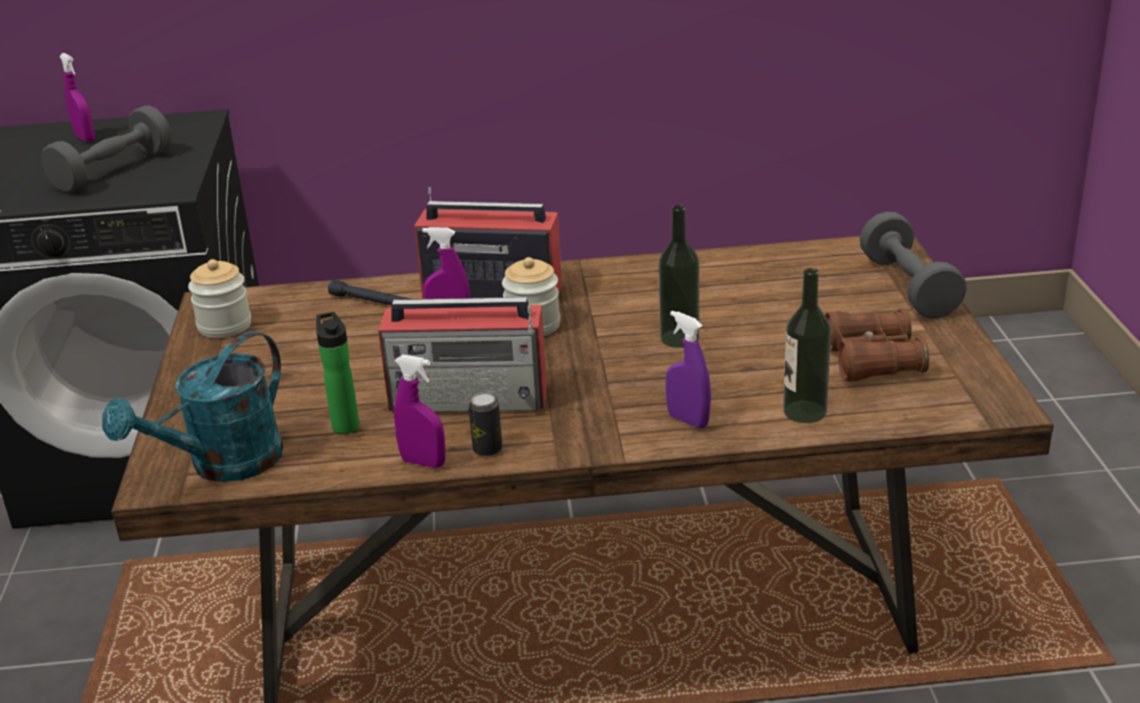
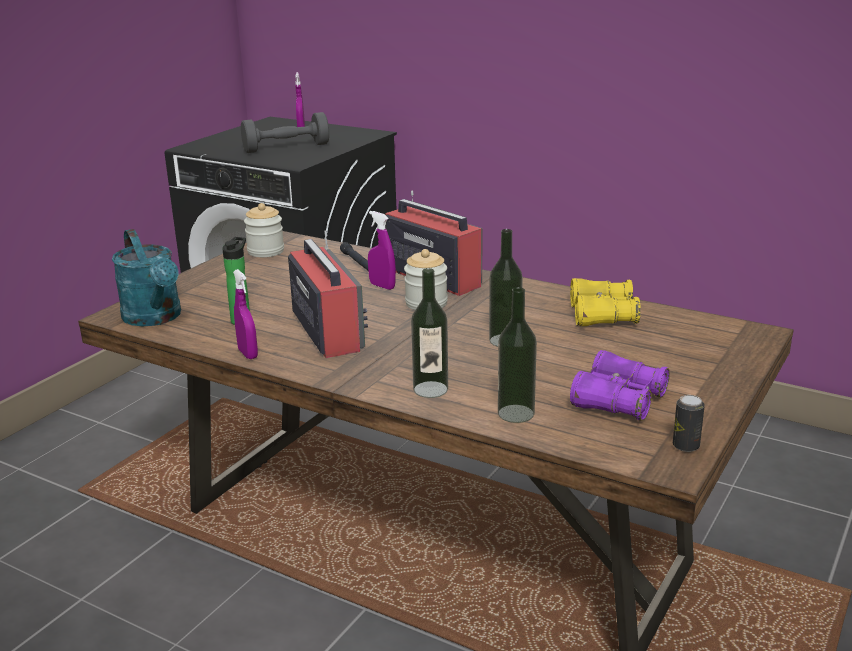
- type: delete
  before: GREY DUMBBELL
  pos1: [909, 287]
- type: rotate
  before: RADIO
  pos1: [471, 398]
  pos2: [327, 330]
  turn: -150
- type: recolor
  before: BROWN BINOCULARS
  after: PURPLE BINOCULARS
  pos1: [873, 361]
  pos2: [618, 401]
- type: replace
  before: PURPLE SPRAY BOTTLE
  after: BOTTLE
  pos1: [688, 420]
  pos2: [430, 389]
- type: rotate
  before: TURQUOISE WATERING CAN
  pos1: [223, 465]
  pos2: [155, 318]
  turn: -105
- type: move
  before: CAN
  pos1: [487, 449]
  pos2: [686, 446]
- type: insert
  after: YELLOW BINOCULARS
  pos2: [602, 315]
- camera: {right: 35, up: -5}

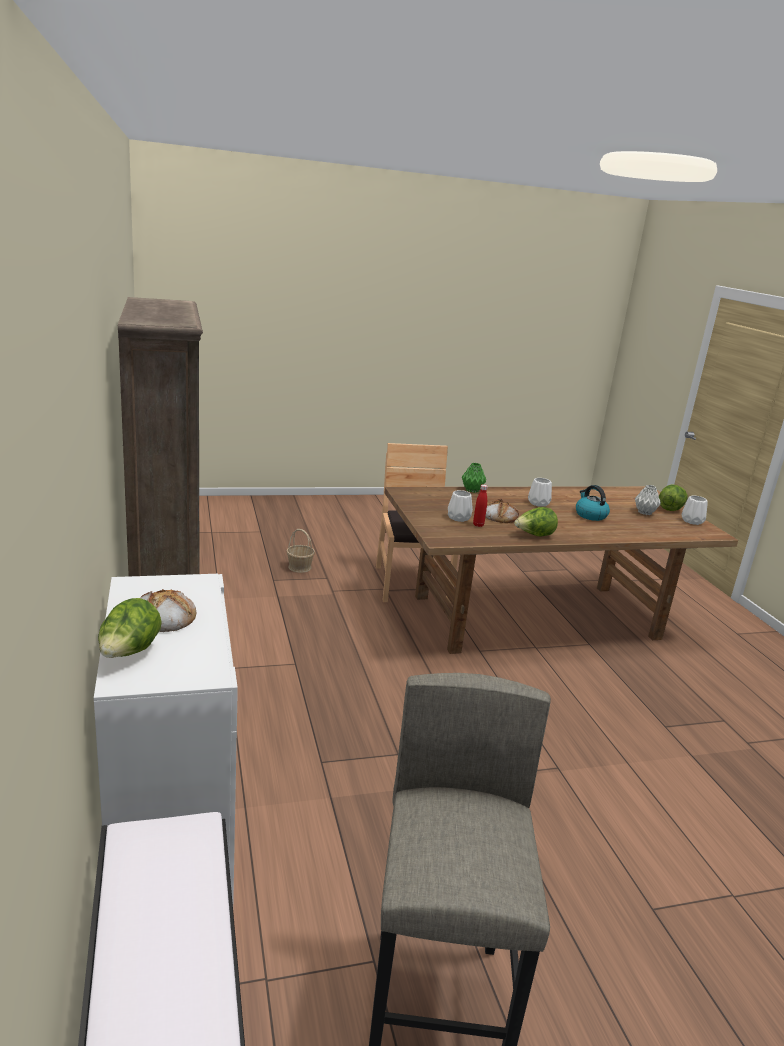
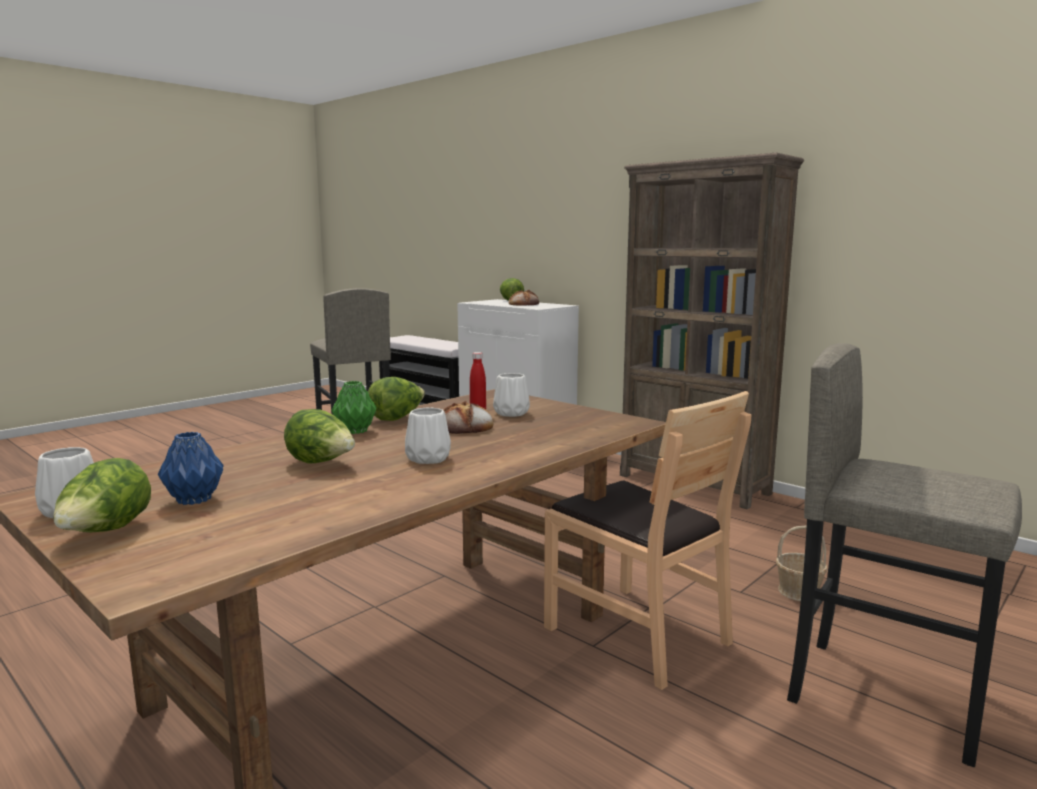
- type: move
  before: GREEN VASE
  pos1: [472, 490]
  pos2: [355, 431]
- type: replace
  before: KETTLE
  after: LETTUCE
  pos1: [590, 515]
  pos2: [321, 463]
- type: recolor
  before: GREY VASE
  after: BLUE VASE
  pos1: [645, 513]
  pos2: [193, 500]
- type: insert
  after: GREY STOOL
  pos2: [885, 696]
- camera: {right: 150, up: -10}

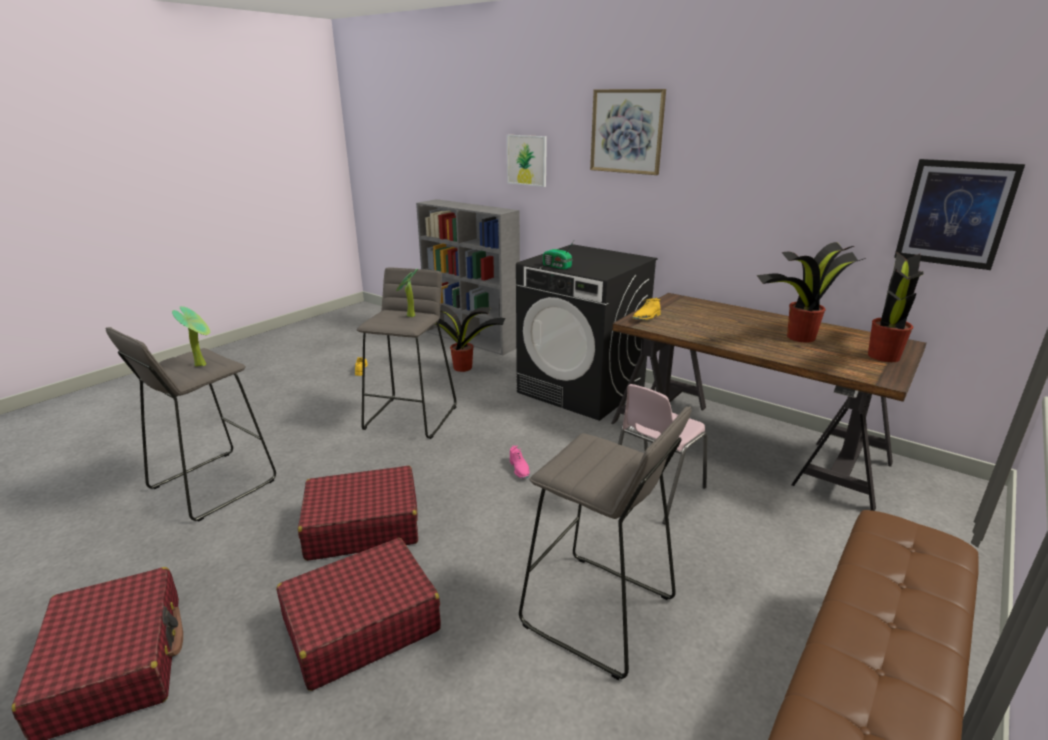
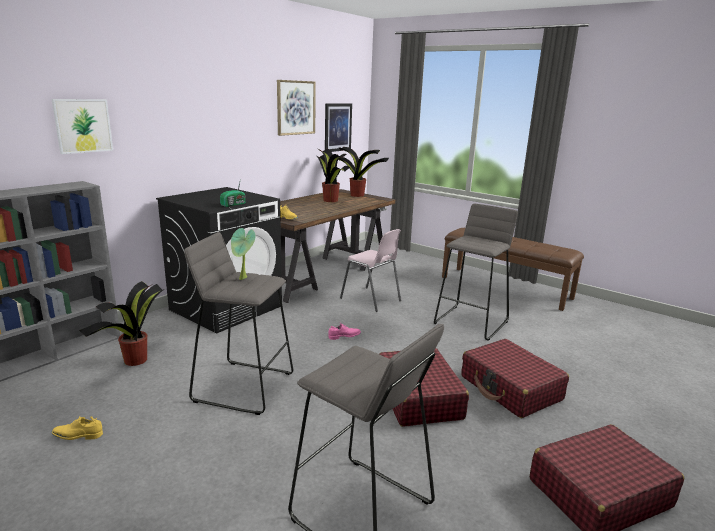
- type: move
  before: PICTURE
  pos1: [627, 131]
  pos2: [295, 107]
- type: delete
  before: POTTED PLANT
  pos1: [202, 364]
- camera: {right: -90, up: -5}

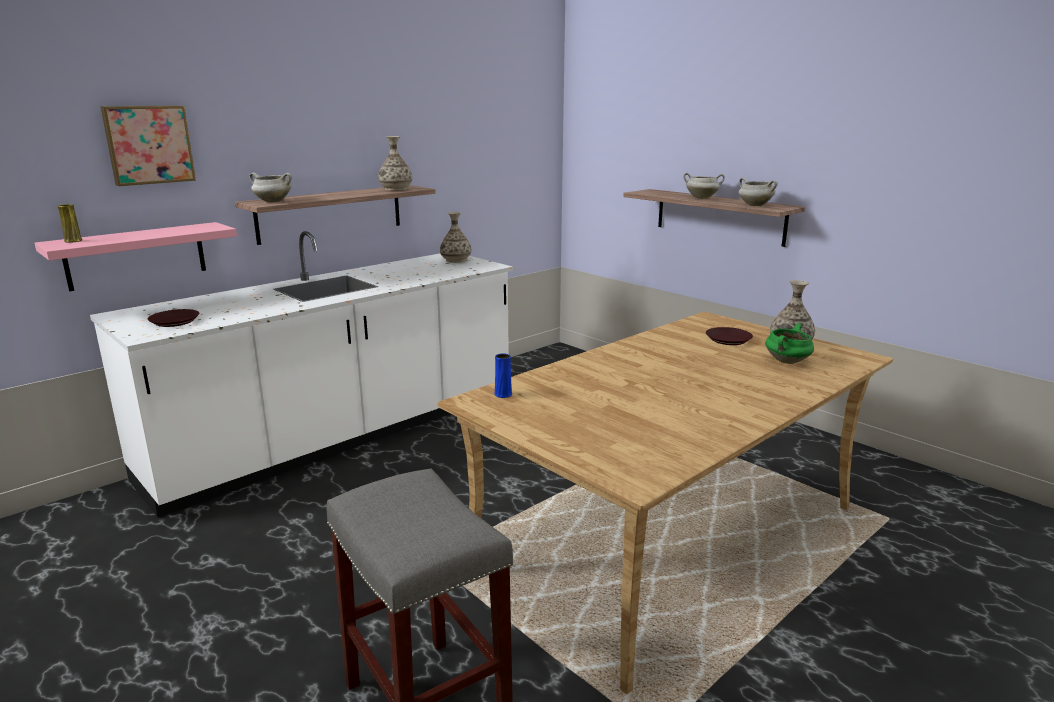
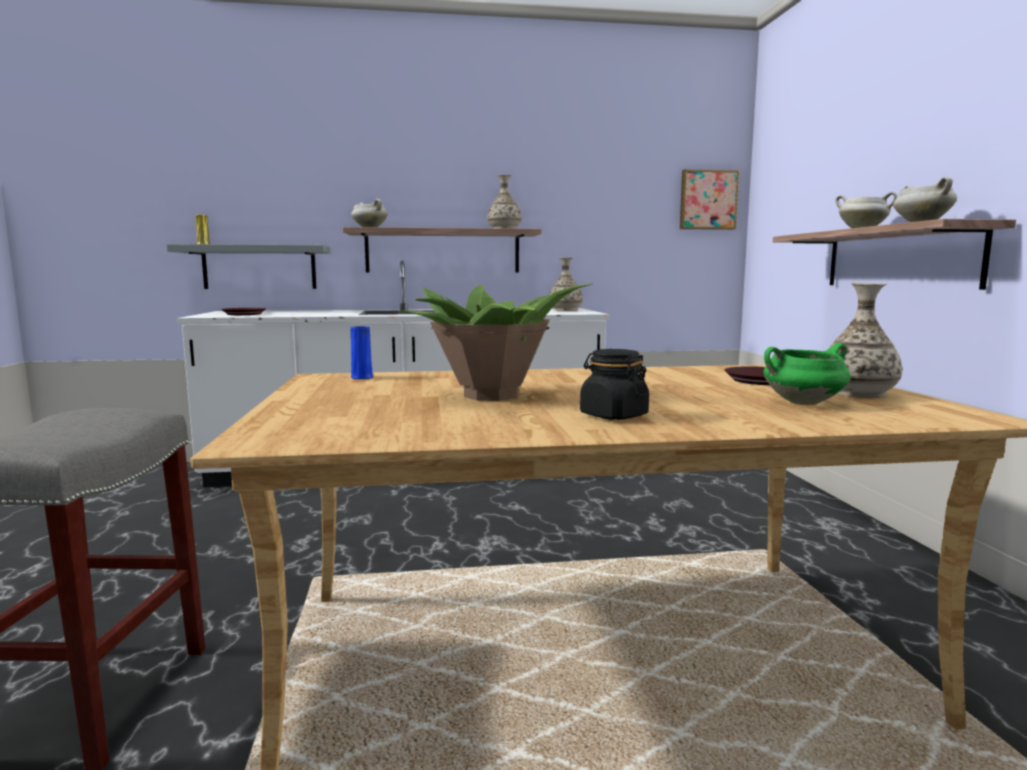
- type: move
  before: PICTURE
  pos1: [148, 144]
  pos2: [707, 200]
- type: recolor
  before: PINK SHELF
  after: GREY SHELF
  pos1: [136, 256]
  pos2: [259, 267]
- type: insert
  after: POTTED PLANT
  pos2: [492, 396]
- type: insert
  after: BLACK JAR
  pos2: [613, 415]
- camera: {right: 35, up: -10}

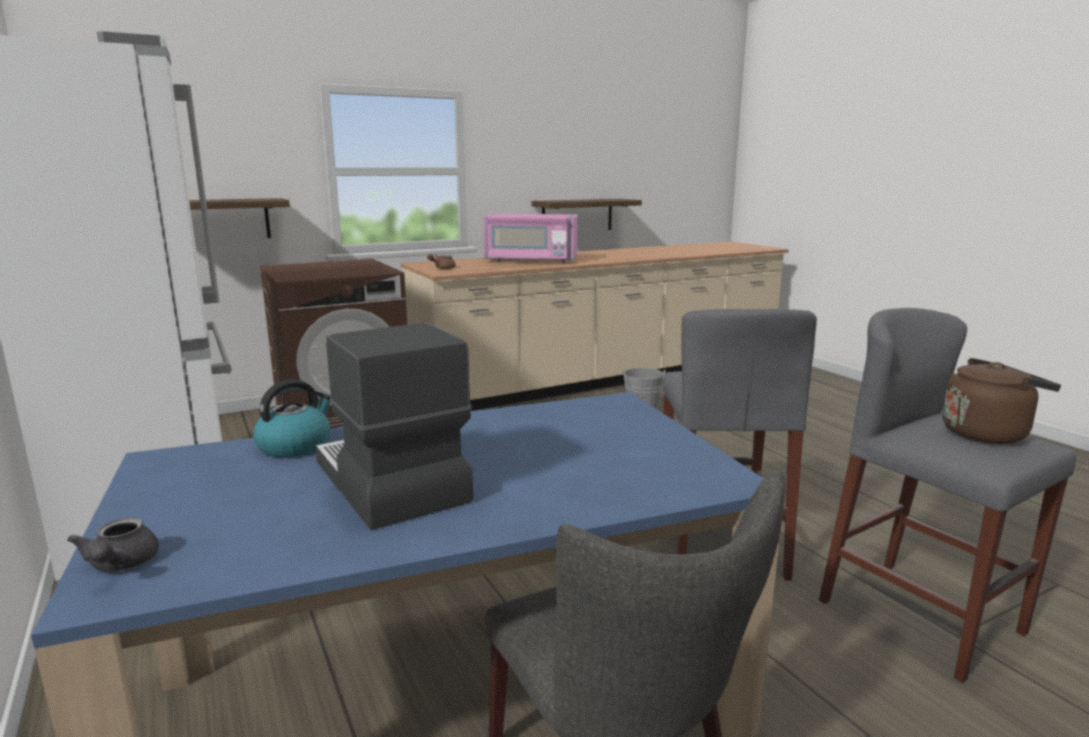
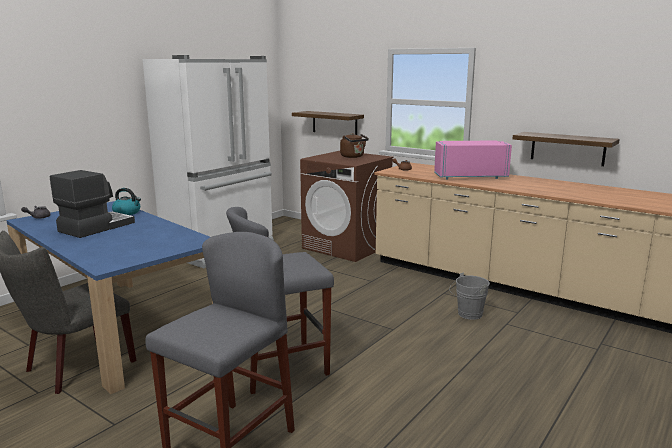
- type: rotate
  before: PINK MICROWAVE
  pos1: [530, 260]
  pos2: [470, 176]
  turn: 105
- type: move
  before: BROWN KETTLE
  pos1: [987, 433]
  pos2: [353, 157]
- camera: {right: 65, up: 0}

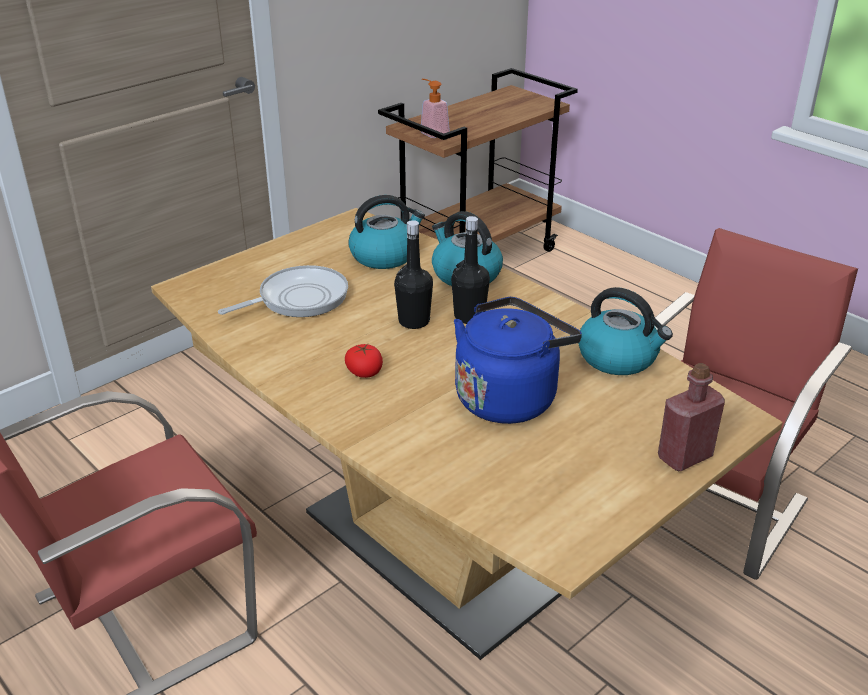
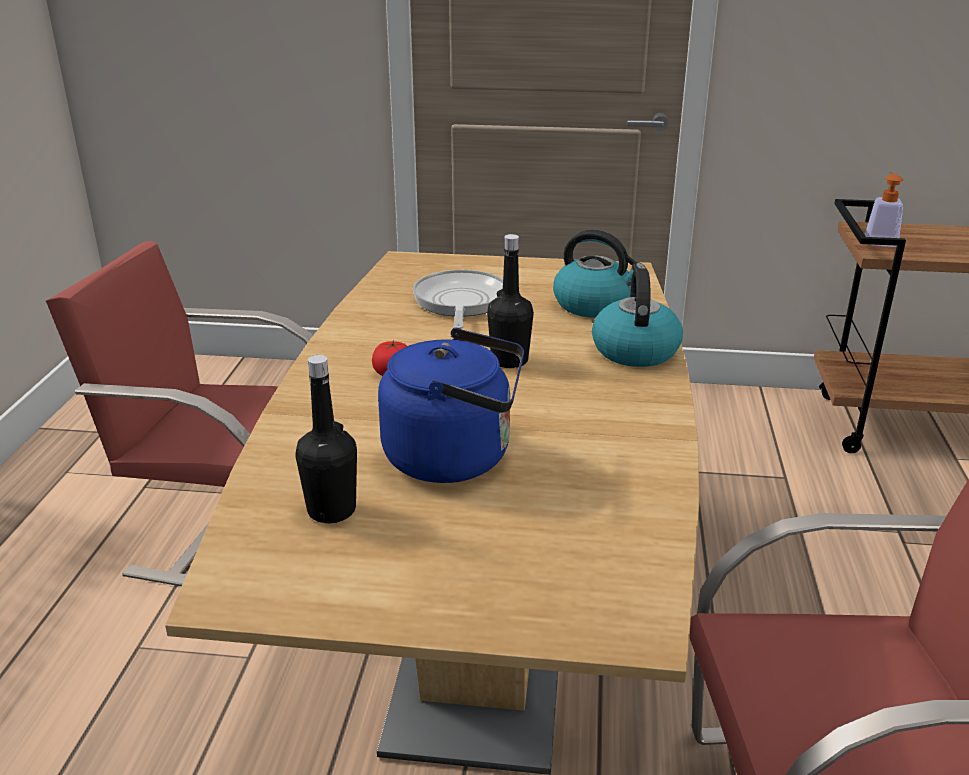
- type: move
  before: BLACK BOTTLE
  pos1: [469, 316]
  pos2: [331, 510]
- type: rotate
  before: FRYING PAN
  pos1: [298, 299]
  pos2: [460, 303]
  turn: -105
- type: delete
  before: KETTLE
  pos1: [619, 358]
- type: delete
  before: RED BOTTLE
  pos1: [684, 457]
- camera: {right: 50, up: -5}

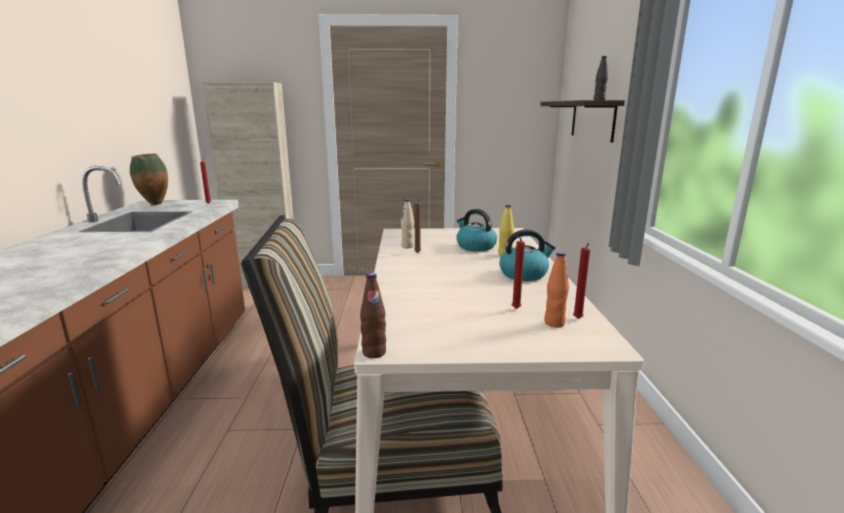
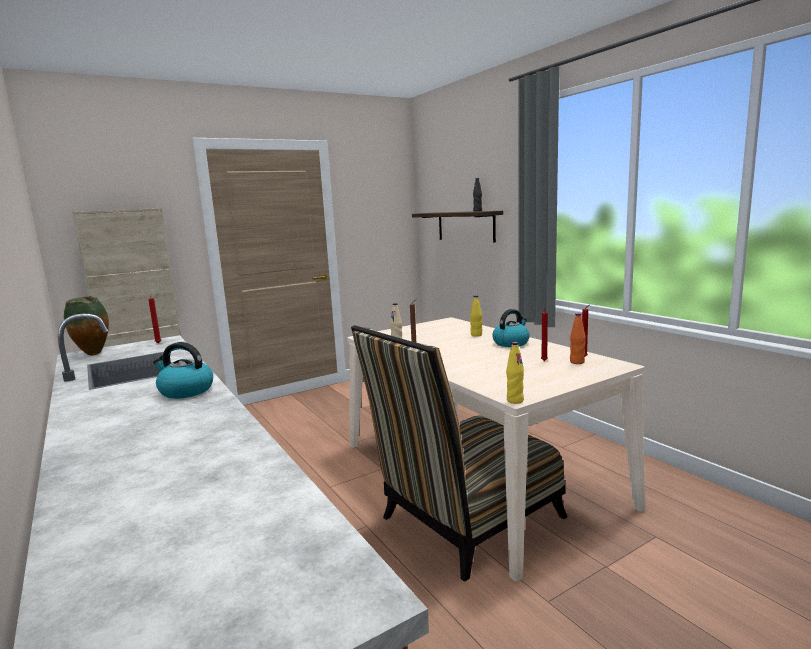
- type: move
  before: KETTLE
  pos1: [475, 246]
  pos2: [185, 391]
- type: recolor
  before: BROWN BOTTLE
  after: YELLOW BOTTLE
  pos1: [374, 353]
  pos2: [515, 401]
- camera: {right: -30, up: -5}

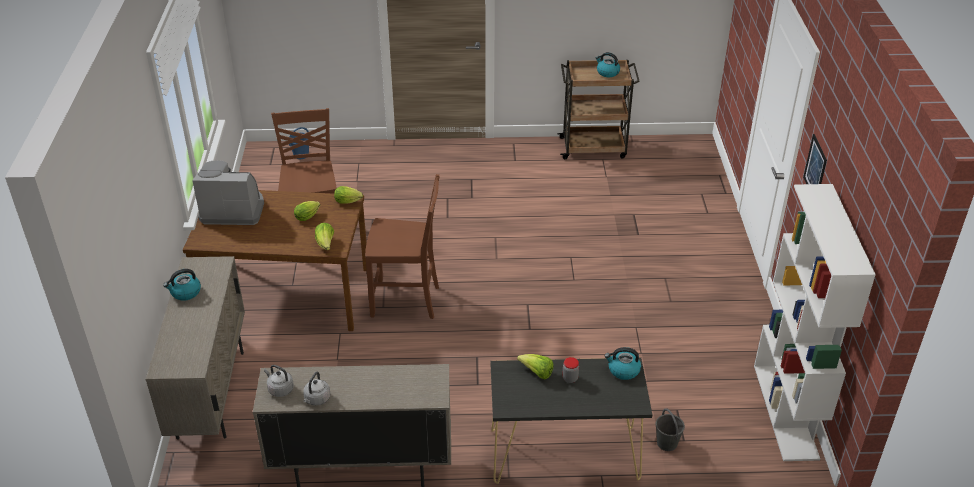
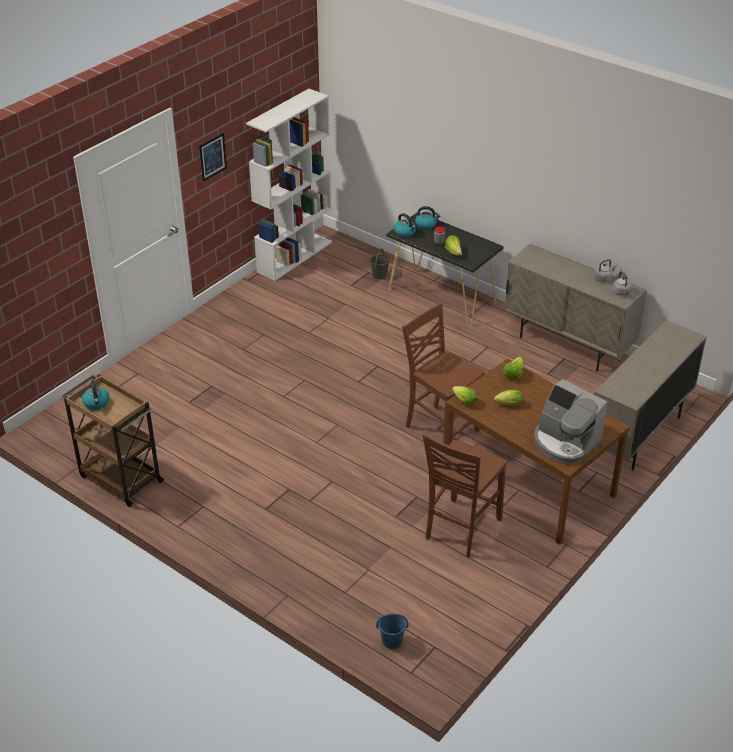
- type: move
  before: KETTLE
  pos1: [185, 293]
  pos2: [426, 225]
- camera: {right: -140, up: 0}

